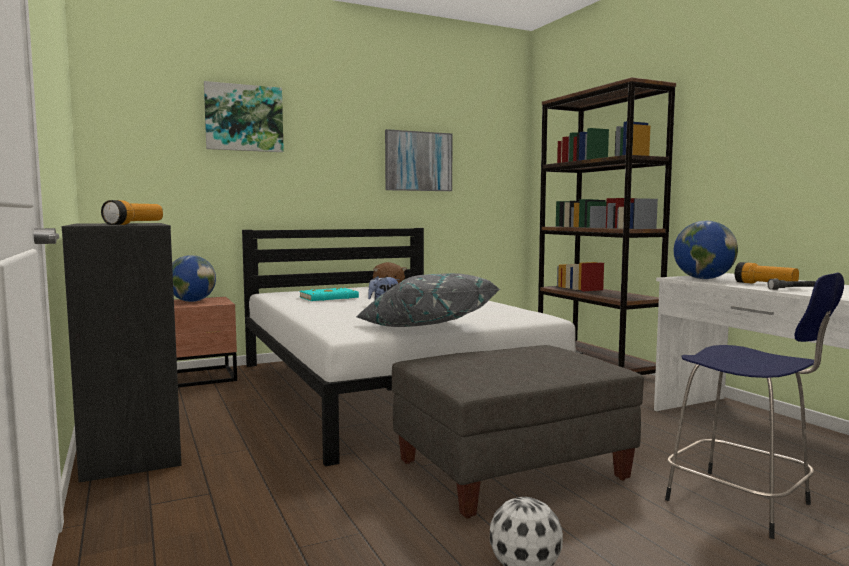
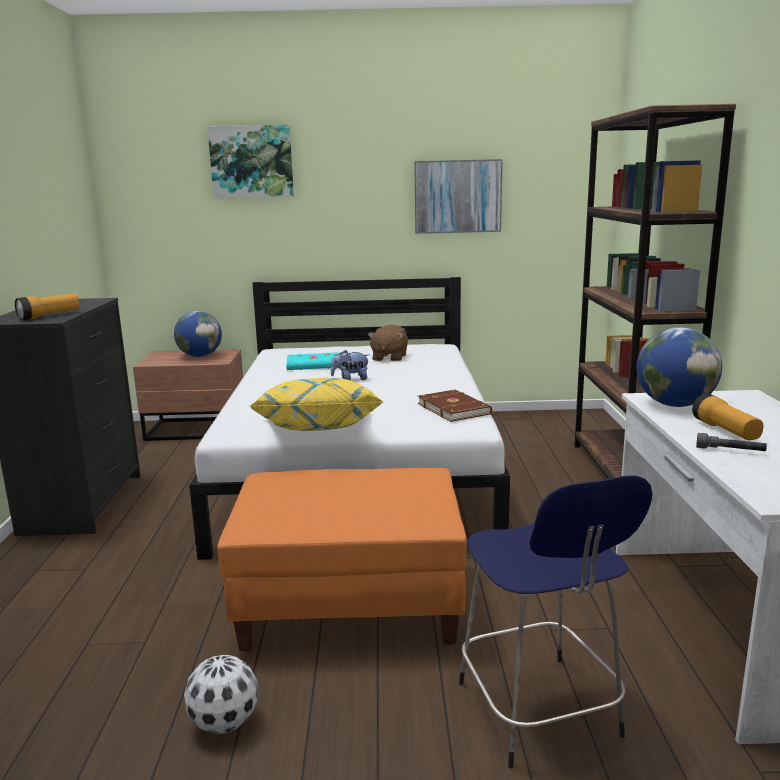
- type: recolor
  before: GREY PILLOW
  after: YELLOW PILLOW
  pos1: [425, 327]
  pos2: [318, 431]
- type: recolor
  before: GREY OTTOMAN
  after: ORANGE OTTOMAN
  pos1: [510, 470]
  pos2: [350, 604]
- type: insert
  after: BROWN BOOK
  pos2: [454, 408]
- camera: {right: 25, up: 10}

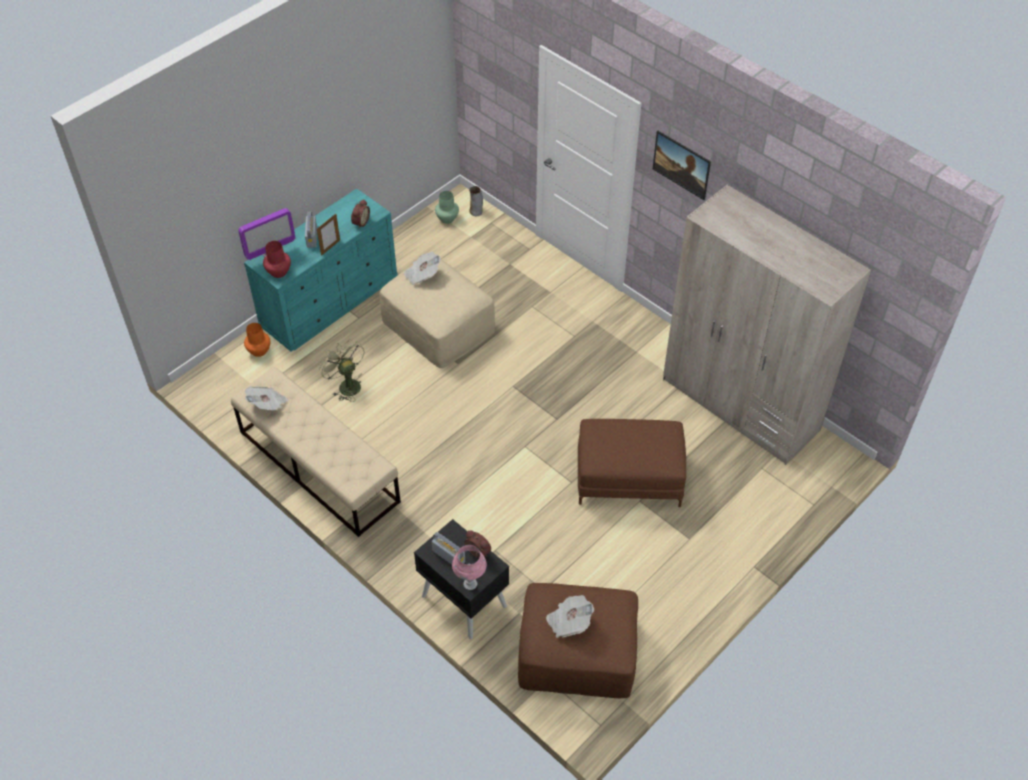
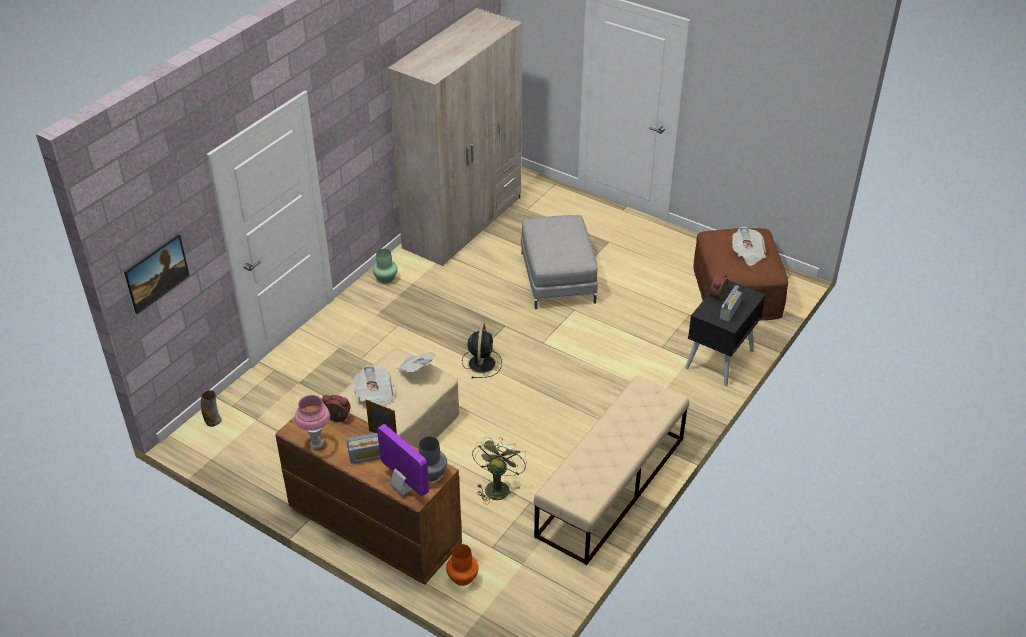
- type: move
  before: PICTURE
  pos1: [680, 174]
  pos2: [159, 283]
- type: recolor
  before: TURQUOISE DRESSER
  after: BROWN DRESSER
  pos1: [330, 302]
  pos2: [373, 526]
- type: move
  before: GREEN VASE
  pos1: [447, 218]
  pos2: [385, 279]
- type: recolor
  before: RED VASE
  after: GREY VASE
  pos1: [278, 272]
  pos2: [430, 474]
- type: rotate
  before: GREEN FAN
  pos1: [346, 385]
  pos2: [497, 486]
  turn: 150
- type: move
  before: NEWSPAPER
  pos1: [268, 404]
  pos2: [416, 369]
- type: recolor
  before: BROWN OTTOMAN
  after: GREY OTTOMAN
  pos1: [629, 476]
  pos2: [557, 277]
- type: move
  before: PINK TABLE LAMP
  pos1: [470, 584]
  pos2: [316, 444]
- type: insert
  after: BLACK FAN
  pos2: [482, 363]
- camera: {right: -100, up: -10}

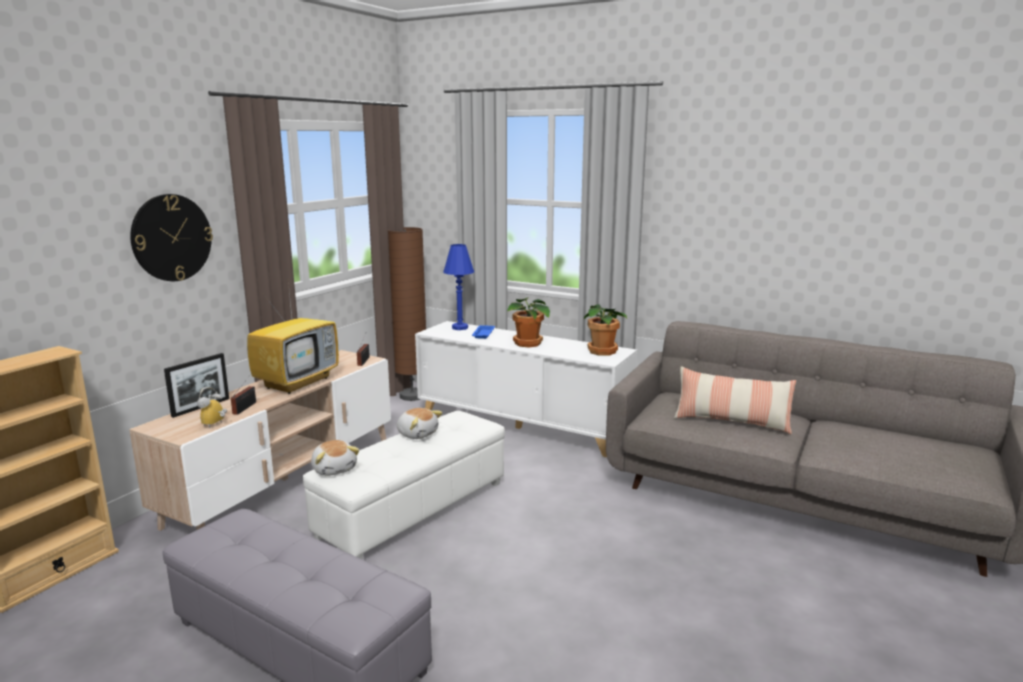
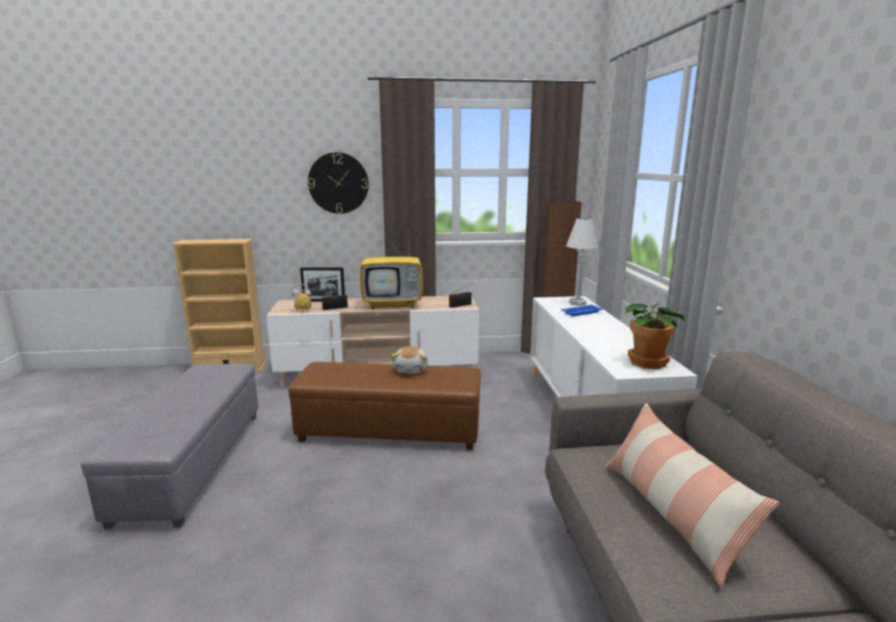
- type: recolor
  before: BLUE TABLE LAMP
  after: WHITE TABLE LAMP
  pos1: [460, 328]
  pos2: [577, 303]
- type: delete
  before: POTTED PLANT
  pos1: [528, 344]
- type: recolor
  before: WHITE OTTOMAN
  after: BROWN OTTOMAN
  pos1: [413, 508]
  pos2: [390, 430]
- type: delete
  before: PLUSH TOY
  pos1: [335, 469]
- camera: {right: 55, up: 0}

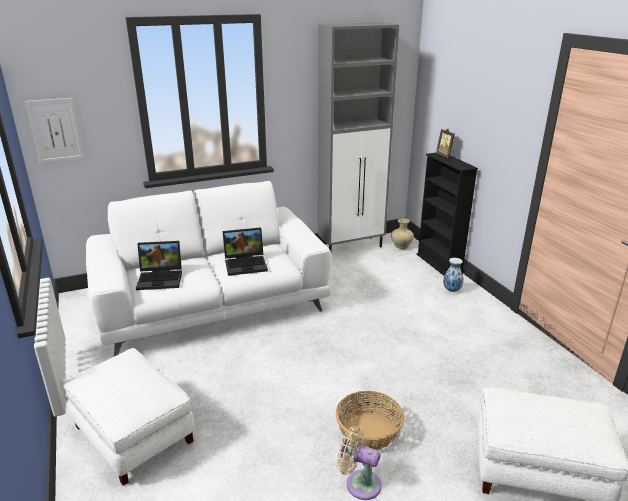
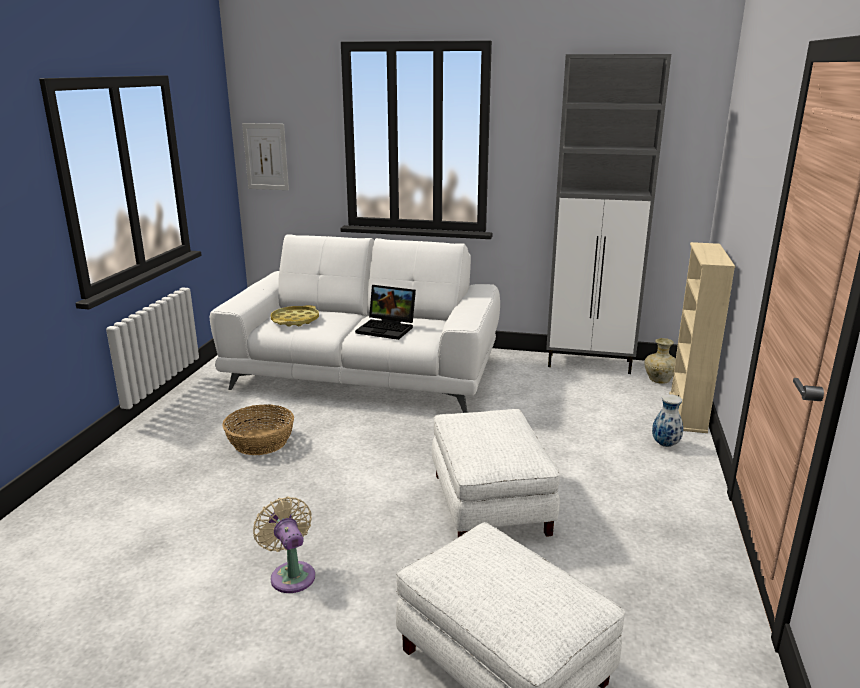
- type: delete
  before: PICTURE FRAME
  pos1: [445, 156]
- type: recolor
  before: BLACK BOOKCASE
  after: BEIGE BOOKCASE
  pos1: [439, 264]
  pos2: [687, 412]
- type: replace
  before: LAPTOP
  after: YELLOW TRAY
  pos1: [161, 278]
  pos2: [295, 320]
- type: move
  before: WHITE OTTOMAN
  pos1: [132, 434]
  pos2: [489, 503]
- type: move
  before: BASKET
  pos1: [368, 431]
  pos2: [261, 442]
- camera: {right: 35, up: -5}

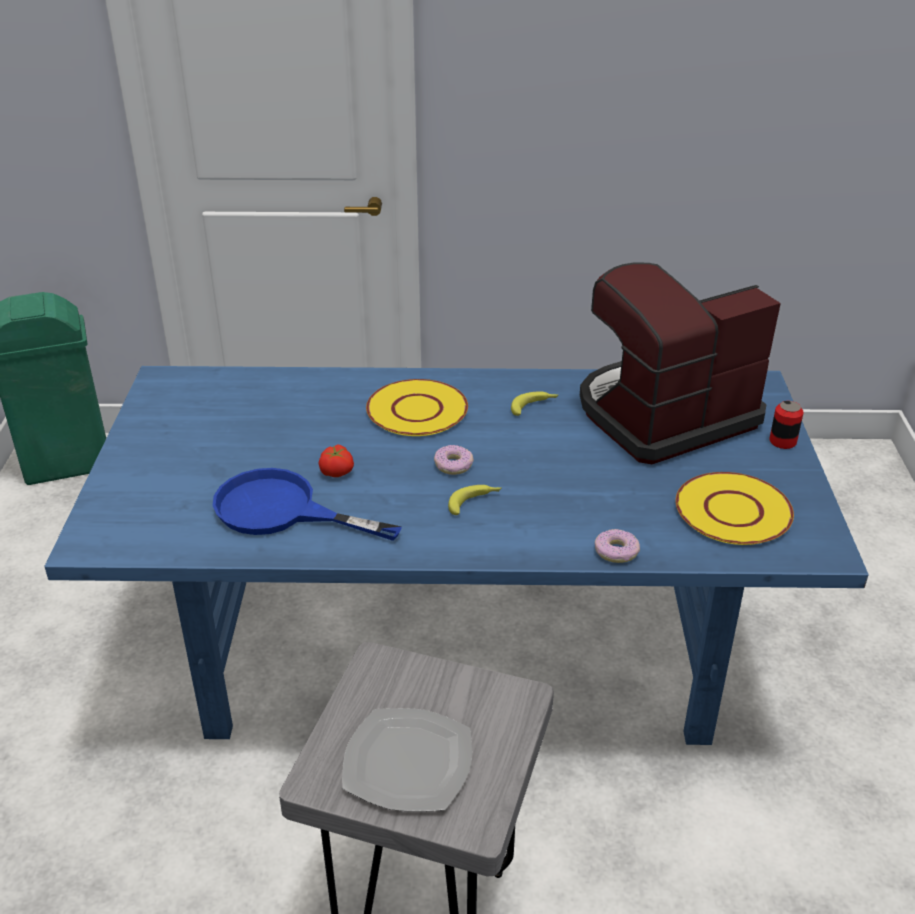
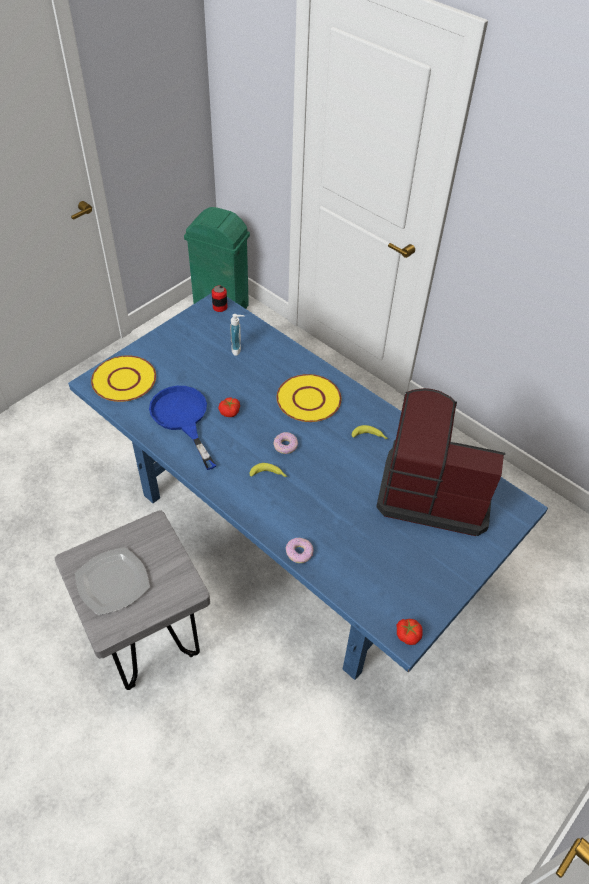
- type: move
  before: CAN
  pos1: [782, 441]
  pos2: [220, 307]
- type: move
  before: YELLOW PLATE
  pos1: [733, 511]
  pos2: [123, 380]
- type: insert
  after: SOAP DISPENSER
  pos2: [238, 349]
- type: insert
  after: TOMATO
  pos2: [408, 634]
- camera: {right: 40, up: 15}

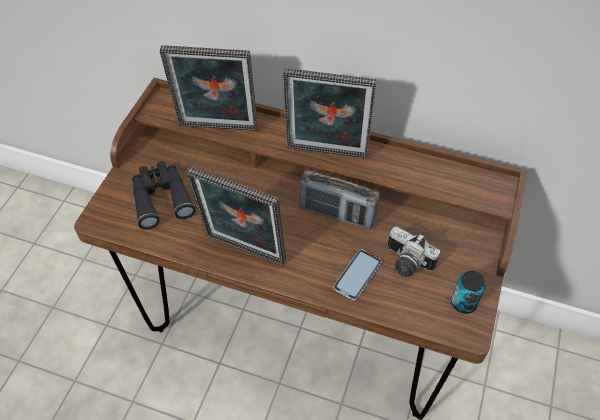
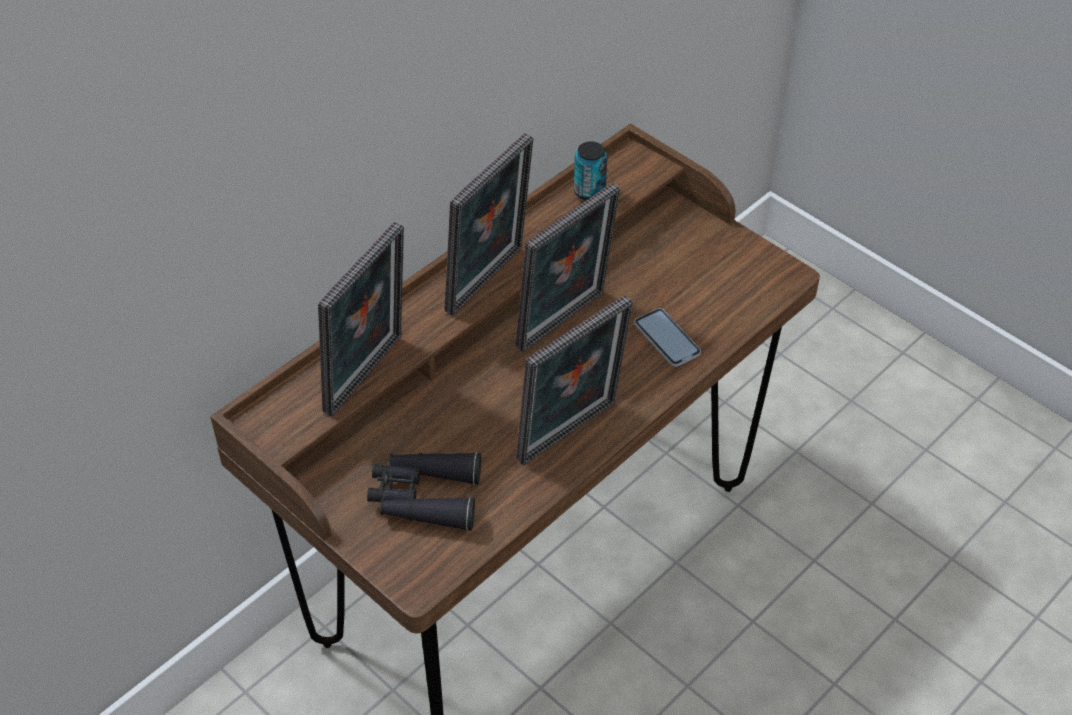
- type: replace
  before: RADIO
  after: PICTURE FRAME
  pos1: [337, 214]
  pos2: [565, 323]
- type: delete
  before: PHOTO CAMERA
  pos1: [406, 263]
- type: move
  before: CAN
  pos1: [463, 303]
  pos2: [589, 192]
- camera: {right: -65, up: -5}

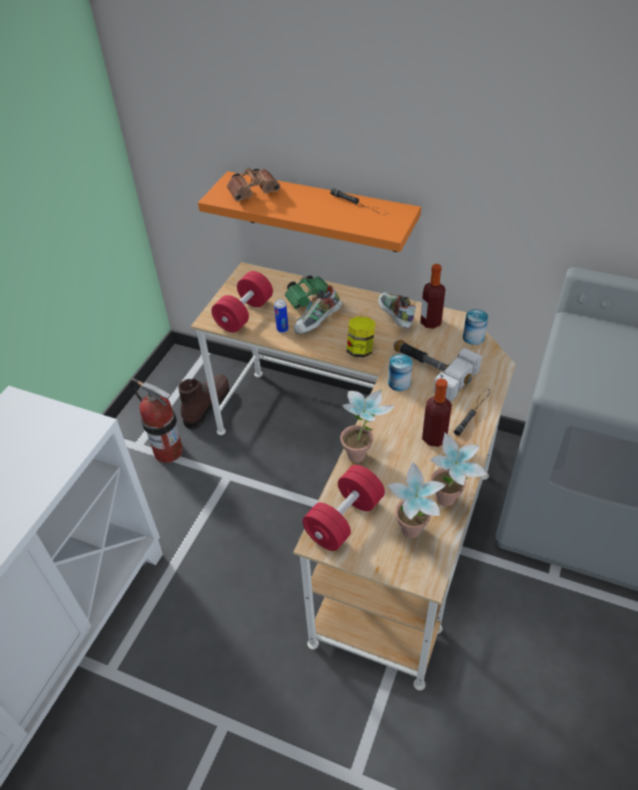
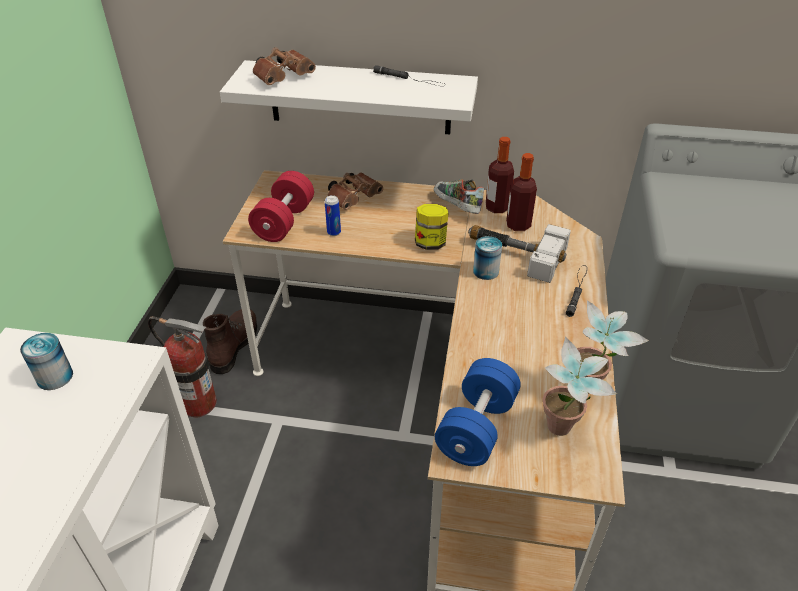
- type: recolor
  before: ORANGE SHELF
  after: WHITE SHELF
  pos1: [321, 212]
  pos2: [359, 98]
- type: recolor
  before: GREEN BINOCULARS
  after: BROWN BINOCULARS
  pos1: [309, 298]
  pos2: [355, 198]
- type: delete
  before: SHOE
  pos1: [318, 323]
- type: move
  before: CAN
  pos1: [473, 337]
  pos2: [55, 377]
- type: move
  before: BOTTLE
  pos1: [434, 438]
  pos2: [518, 225]
- type: delete
  before: POTTED PLANT
  pos1: [363, 453]
- type: recolor
  before: RED DUMBBELL
  after: BLUE DUMBBELL
  pos1: [344, 519]
  pos2: [476, 427]
- camera: {right: -15, up: -5}

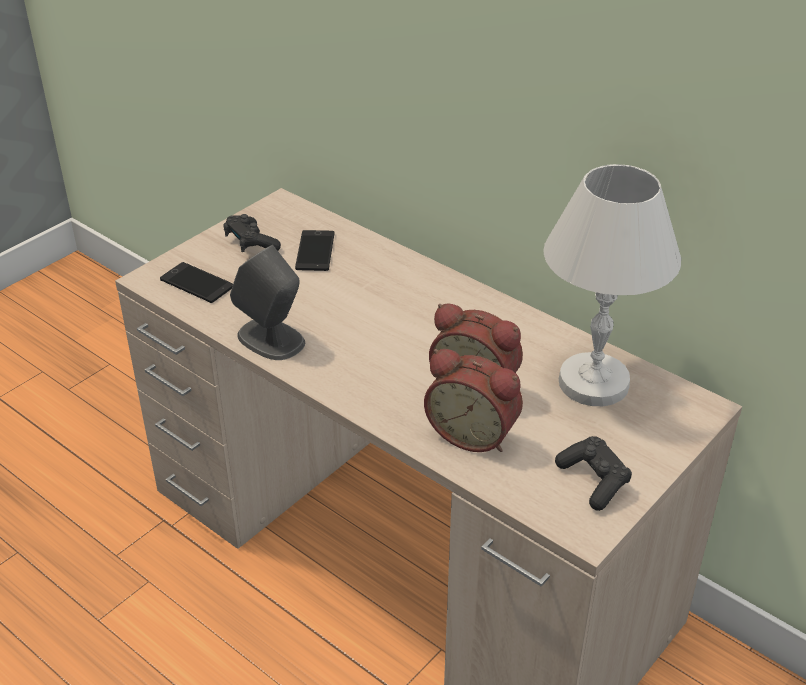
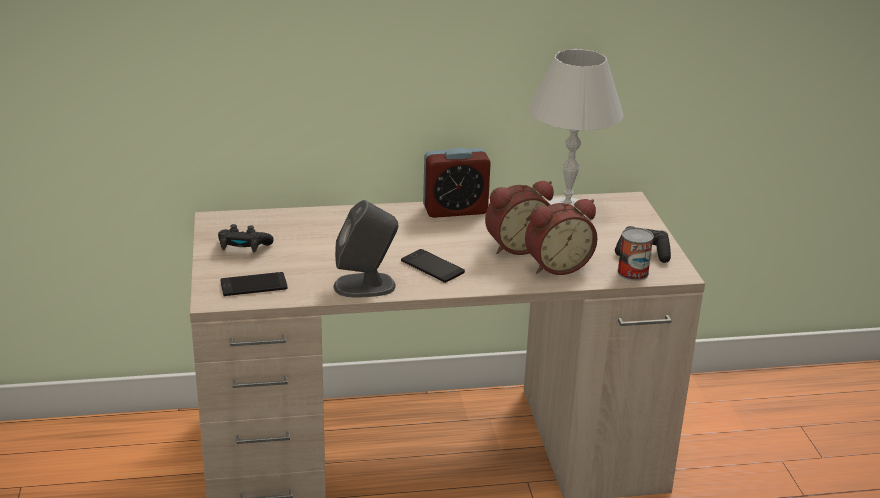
- type: move
  before: PHONE
  pos1: [315, 251]
  pos2: [432, 266]
- type: insert
  after: ALARM CLOCK
  pos2: [455, 210]
- type: insert
  after: CAN
  pos2: [633, 272]
- camera: {right: -50, up: -10}

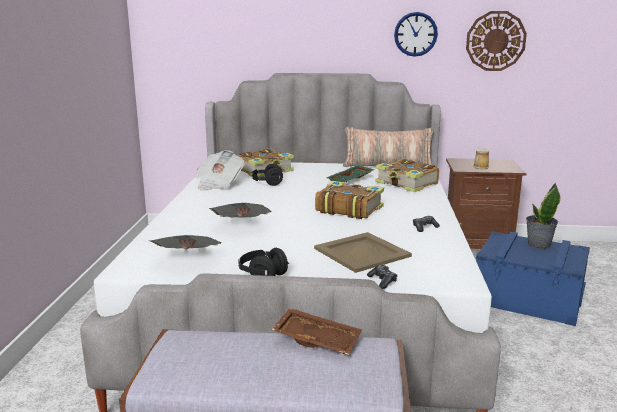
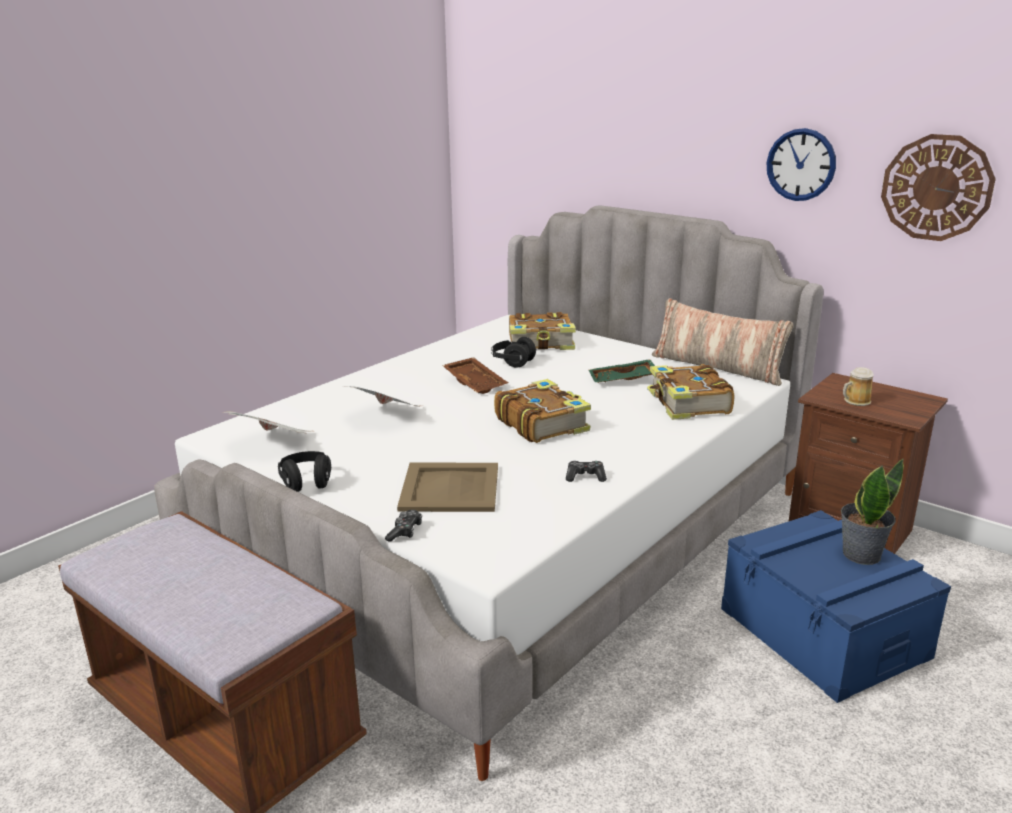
- type: delete
  before: NEWSPAPER
  pos1: [218, 184]
- type: move
  before: BROWN TRAY
  pos1: [318, 340]
  pos2: [476, 383]
- camera: {right: 35, up: 5}

